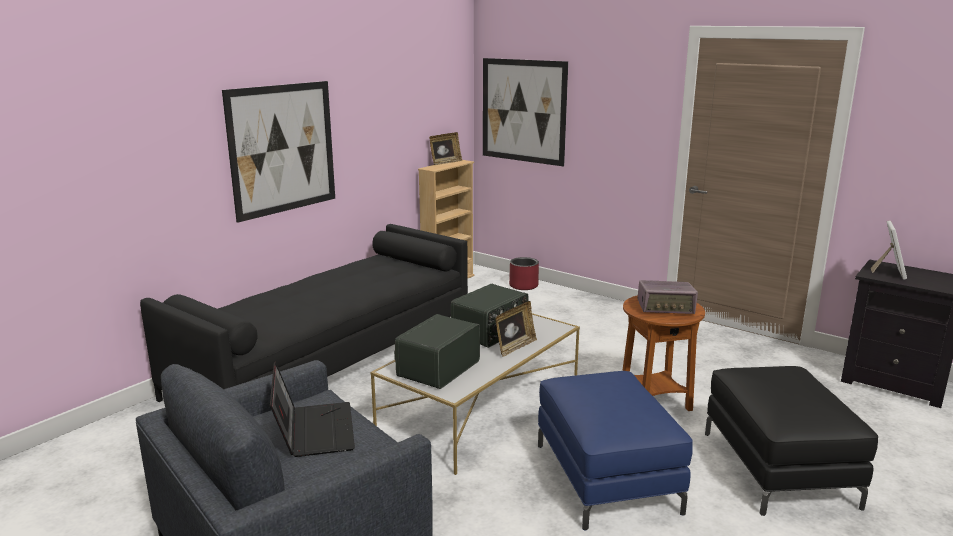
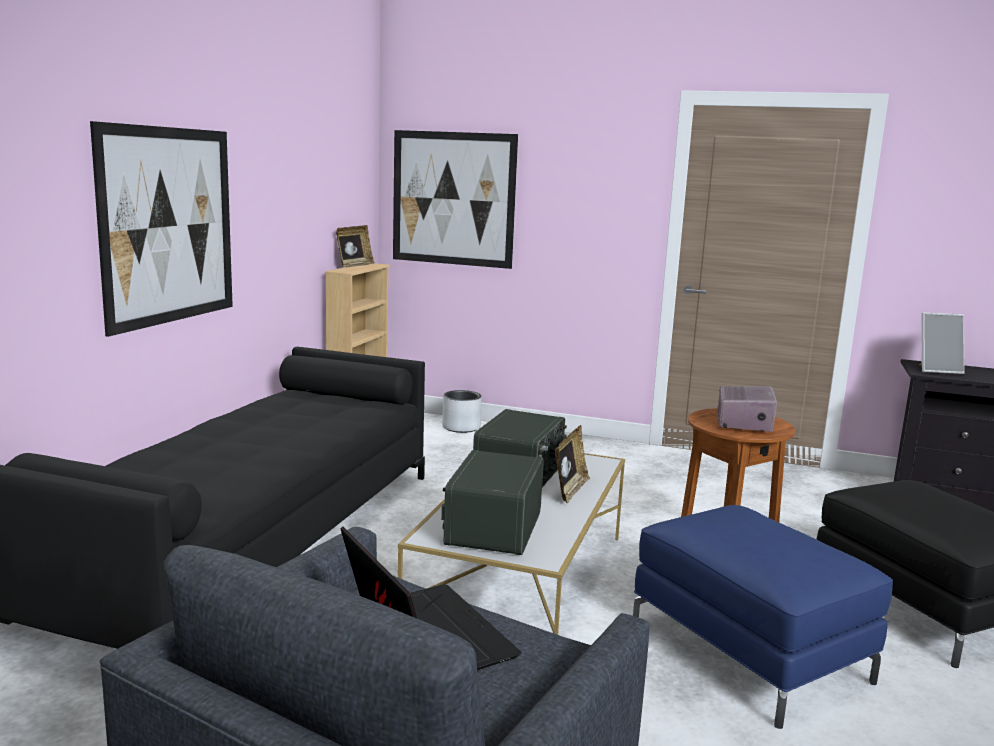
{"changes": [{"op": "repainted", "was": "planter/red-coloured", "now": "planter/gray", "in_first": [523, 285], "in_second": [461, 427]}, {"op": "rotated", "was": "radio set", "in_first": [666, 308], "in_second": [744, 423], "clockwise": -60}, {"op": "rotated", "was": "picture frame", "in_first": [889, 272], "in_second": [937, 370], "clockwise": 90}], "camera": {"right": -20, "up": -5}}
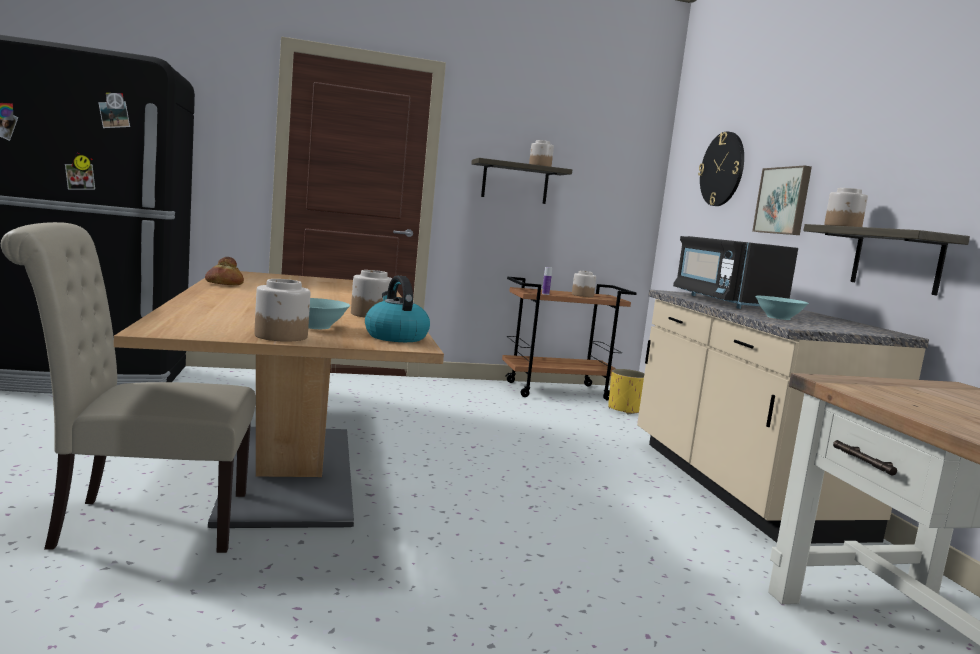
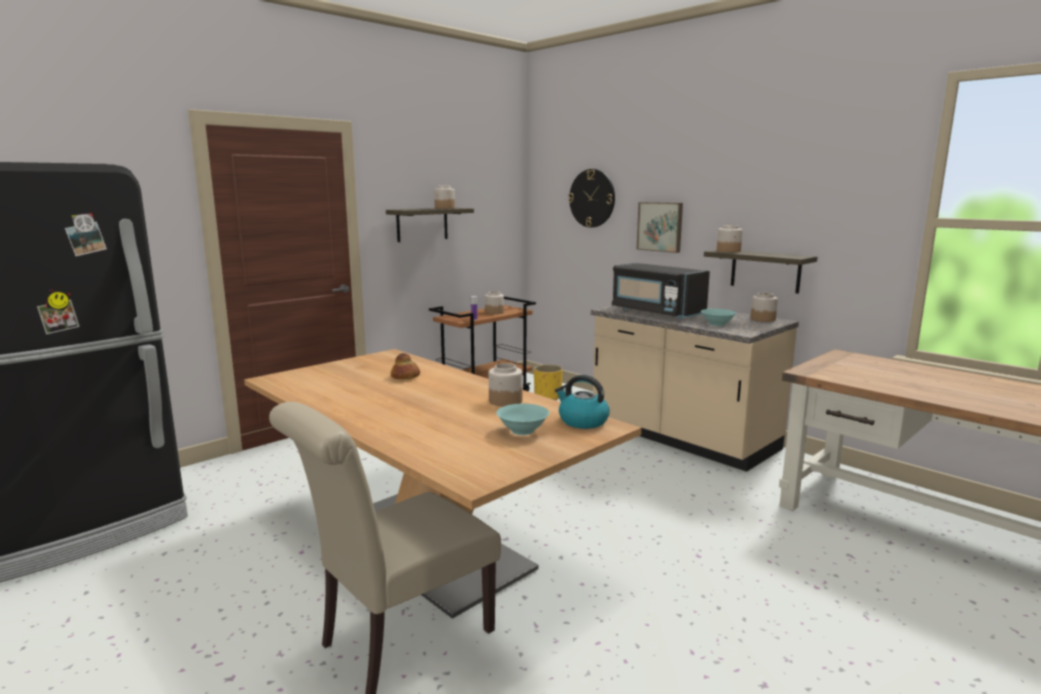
{"changes": [{"op": "shifted", "was": "baked bread", "in_first": [224, 284], "in_second": [405, 377]}, {"op": "shifted", "was": "jar", "in_first": [282, 336], "in_second": [762, 319]}], "camera": {"right": -30, "up": 5}}
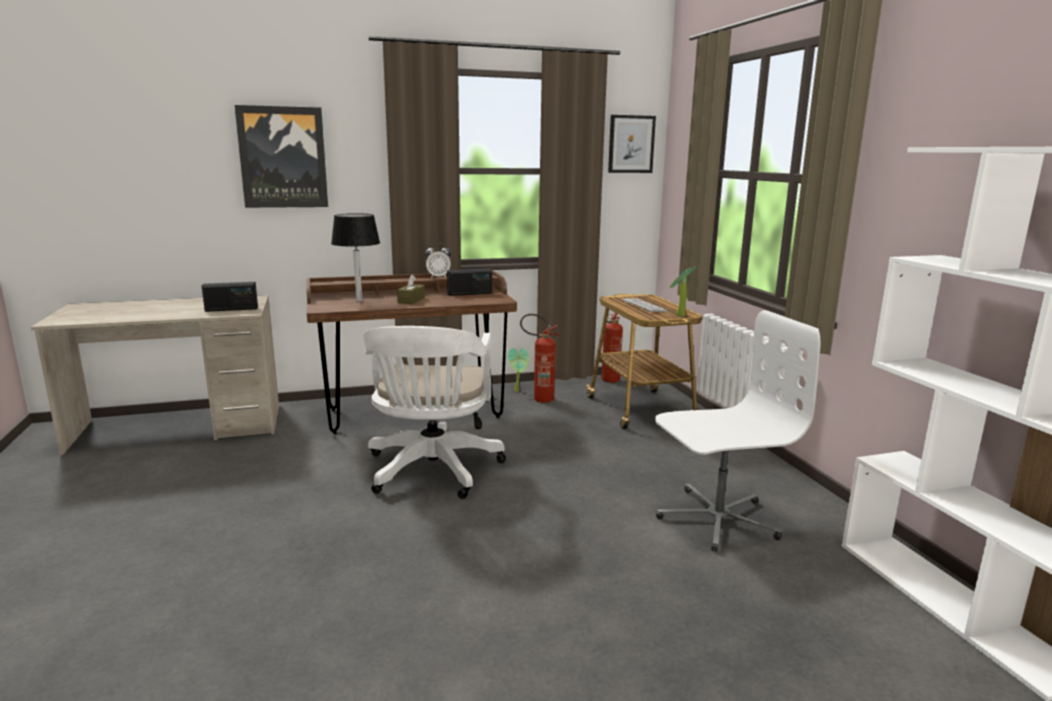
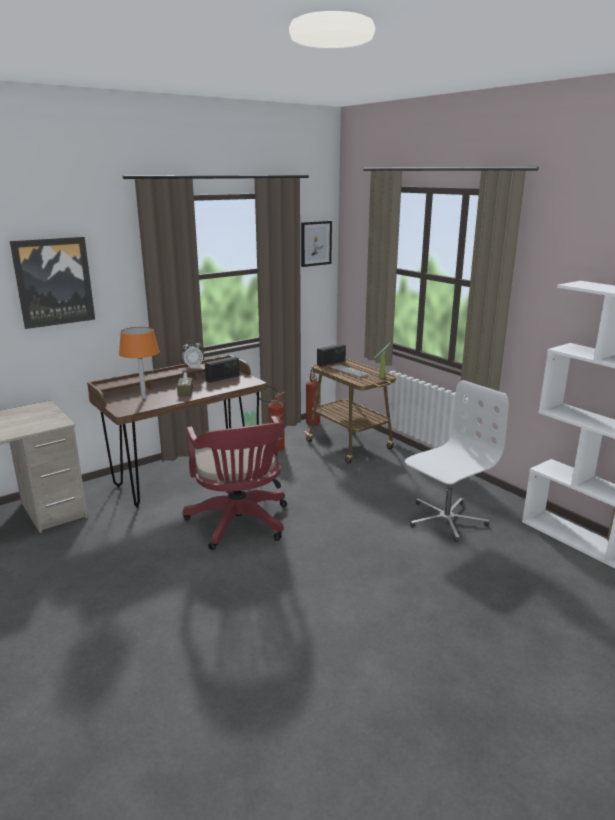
{"changes": [{"op": "shifted", "was": "radio set", "in_first": [231, 309], "in_second": [331, 363]}, {"op": "repainted", "was": "tabletop lamp/blackish", "now": "tabletop lamp/orange-coloured", "in_first": [359, 301], "in_second": [144, 398]}, {"op": "repainted", "was": "desk chair/white-coloured", "now": "desk chair/red-coloured", "in_first": [432, 472], "in_second": [240, 524]}], "camera": {"right": -20, "up": 5}}
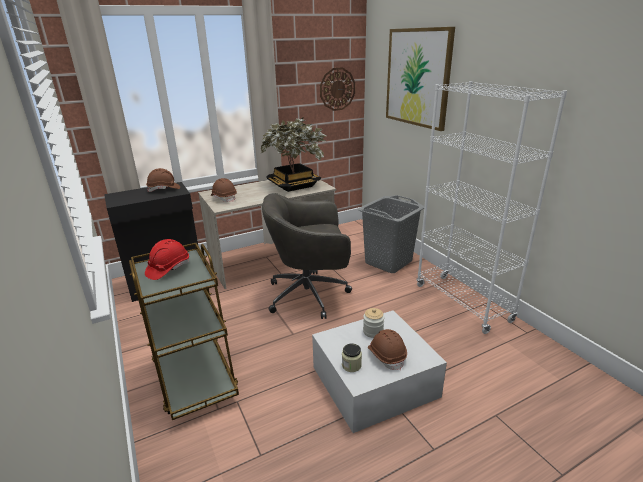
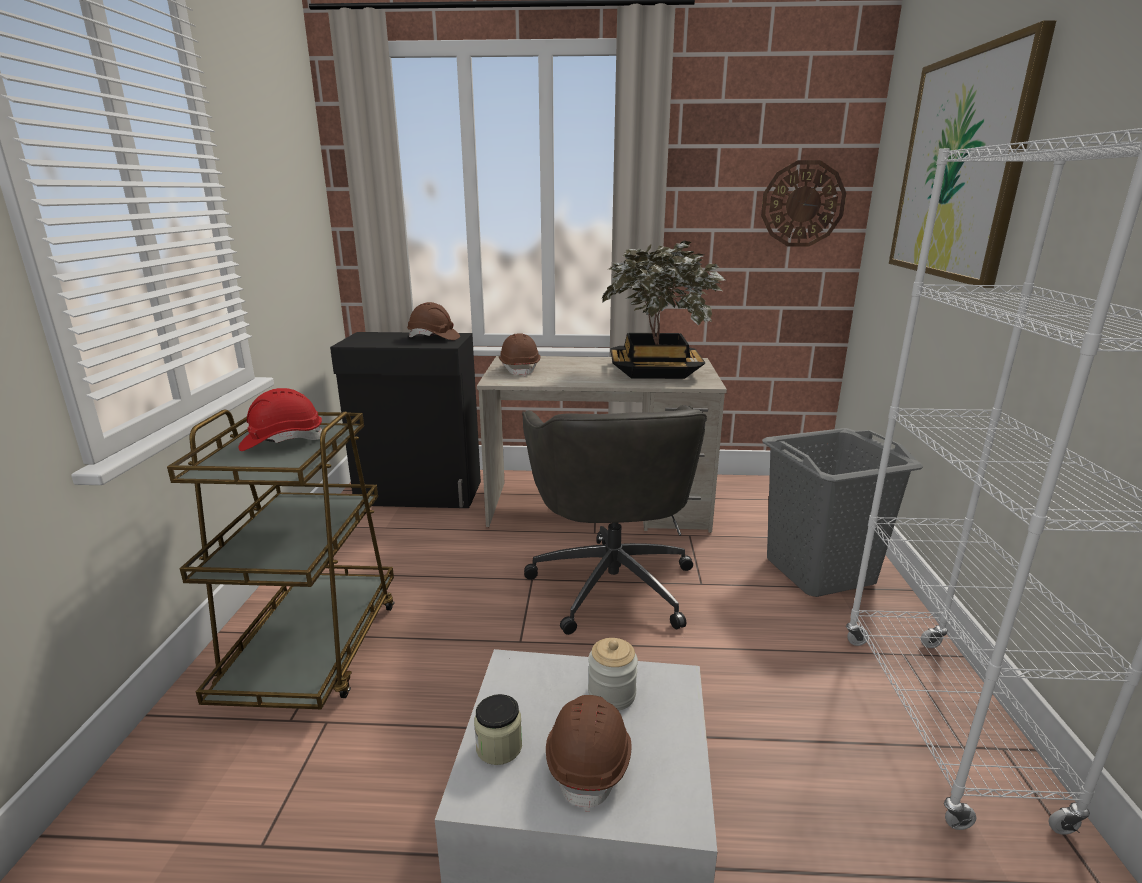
{"changes": [{"op": "rotated", "was": "desk chair/gray", "in_first": [310, 294], "in_second": [612, 582], "clockwise": -120}], "camera": {"right": 30, "up": -5}}
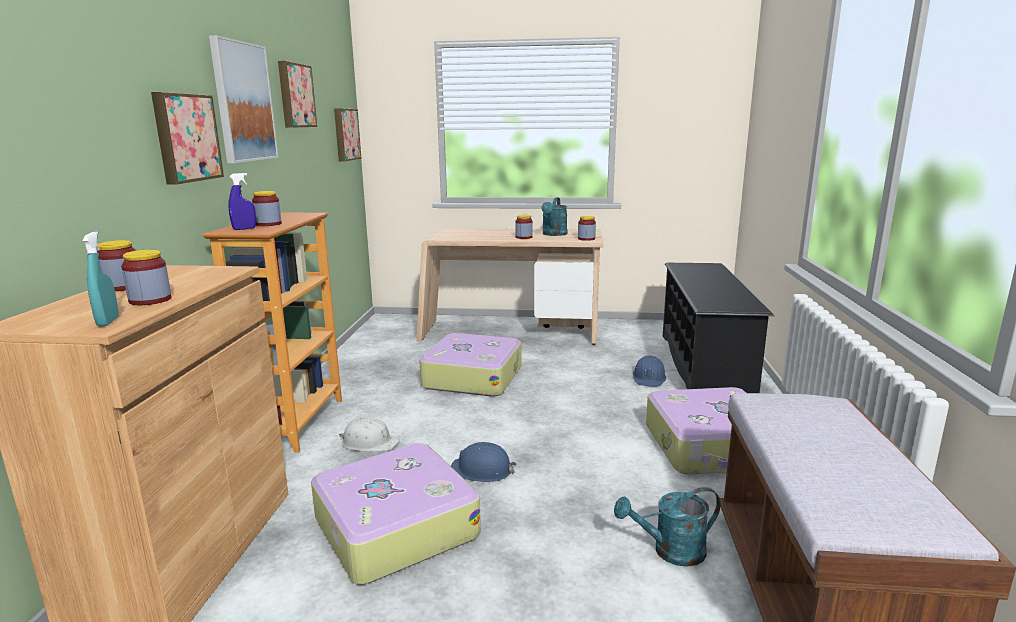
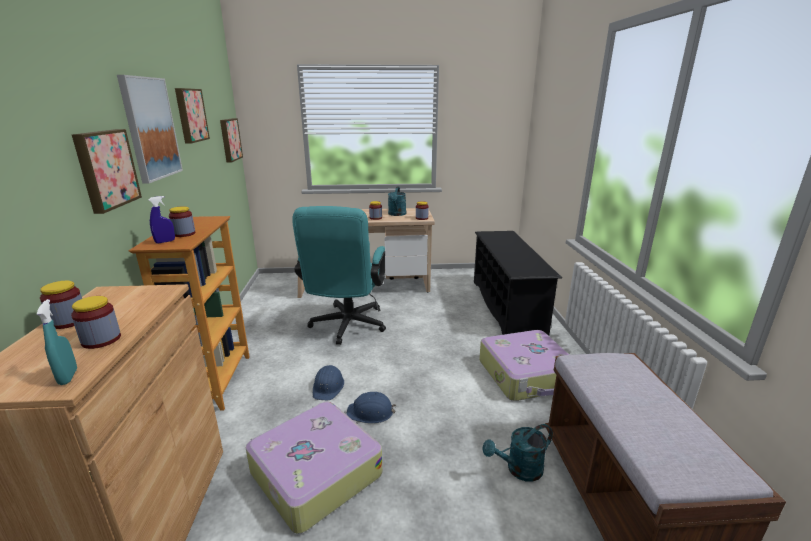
{"changes": [{"op": "gone", "was": "work helmet/white-coloured", "in_first": [369, 442]}, {"op": "swapped", "was": "suitcase", "now": "desk chair/blue-green", "in_first": [472, 377], "in_second": [346, 327]}, {"op": "shifted", "was": "work helmet/blue", "in_first": [649, 378], "in_second": [328, 386]}], "camera": {"right": -10, "up": 5}}
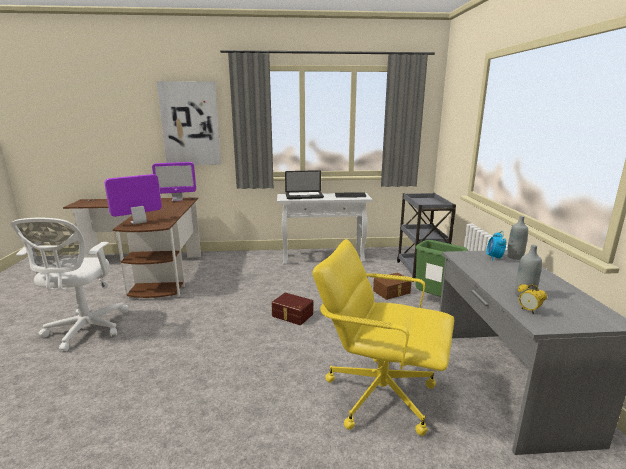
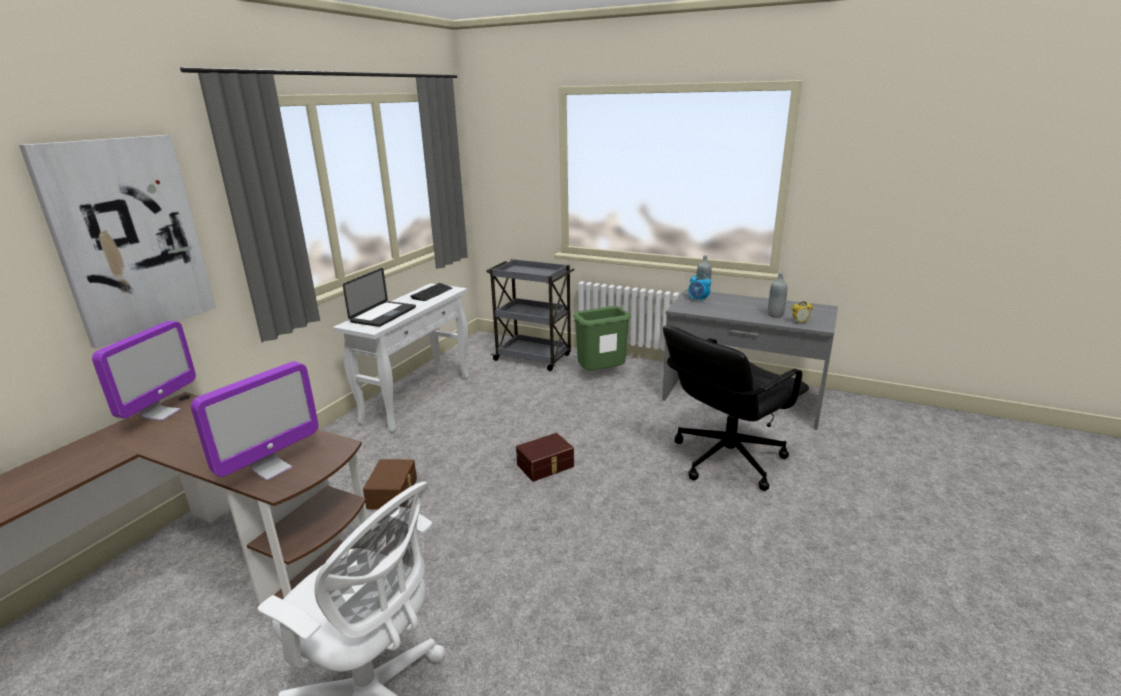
{"changes": [{"op": "rotated", "was": "computer screen", "in_first": [138, 222], "in_second": [271, 469], "clockwise": -135}, {"op": "repainted", "was": "desk chair/yellow-coloured", "now": "desk chair/blackish", "in_first": [379, 394], "in_second": [726, 458]}, {"op": "shifted", "was": "storage box/brownish", "in_first": [392, 292], "in_second": [394, 493]}], "camera": {"right": -60, "up": 5}}
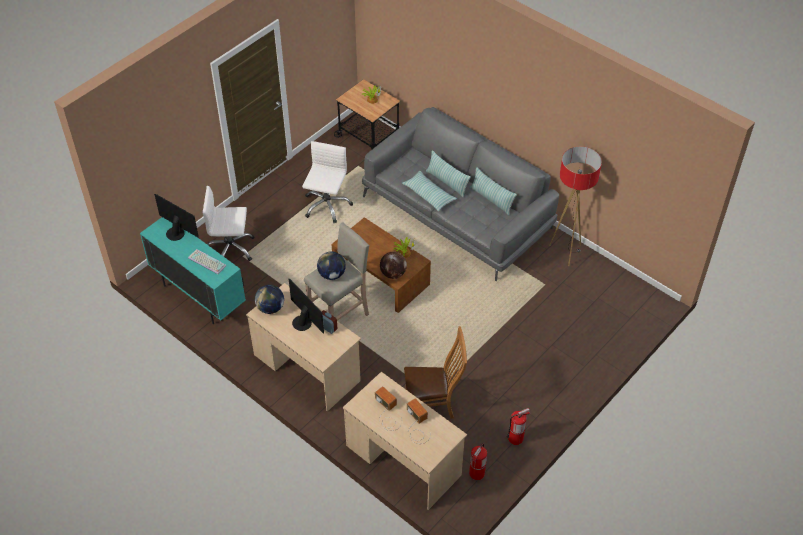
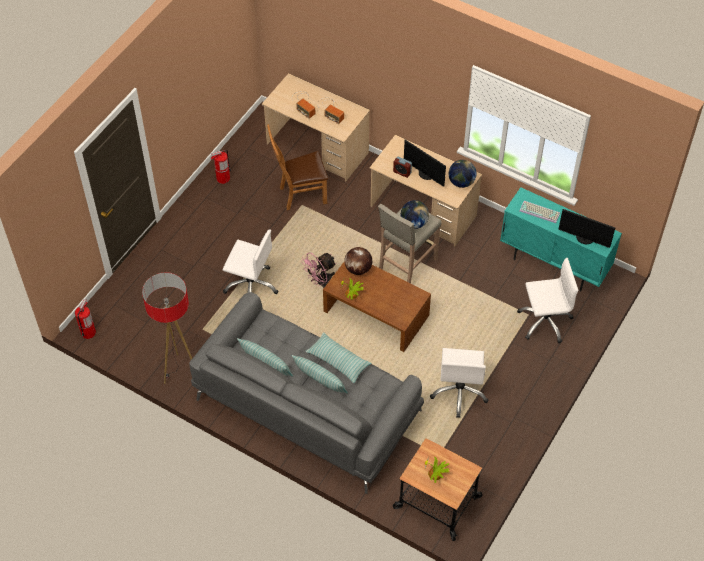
{"changes": [{"op": "shifted", "was": "fire-fighting cylinder", "in_first": [477, 473], "in_second": [88, 332]}, {"op": "new", "now": "desk chair/white-coloured", "in_second": [251, 285]}, {"op": "new", "now": "electric fan/pinkish", "in_second": [320, 282]}], "camera": {"right": 170, "up": 5}}
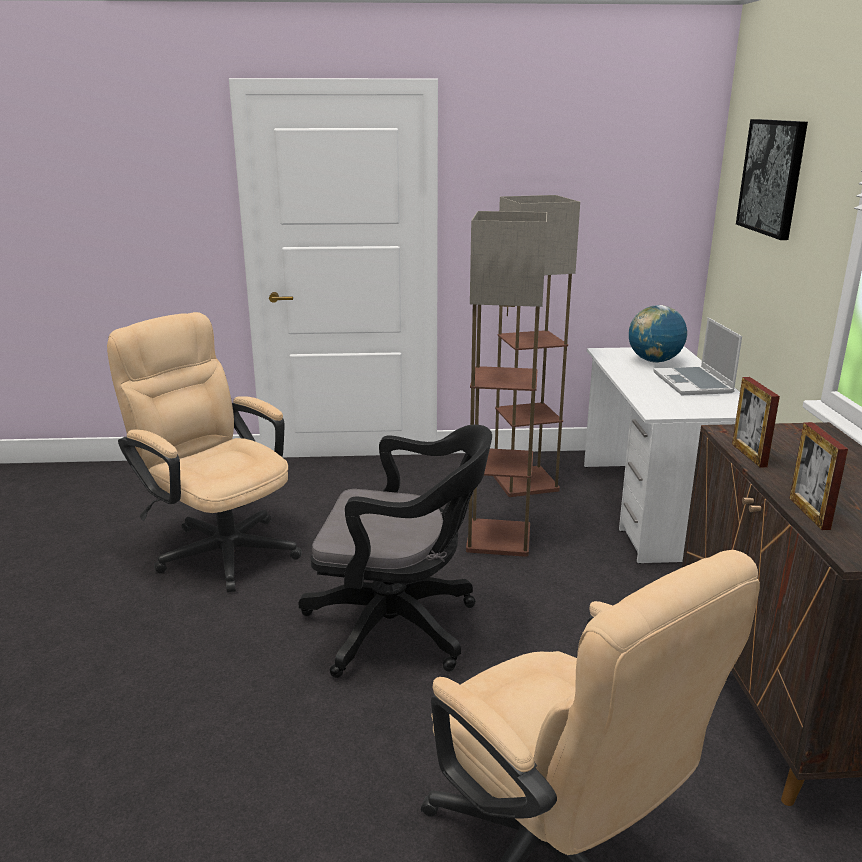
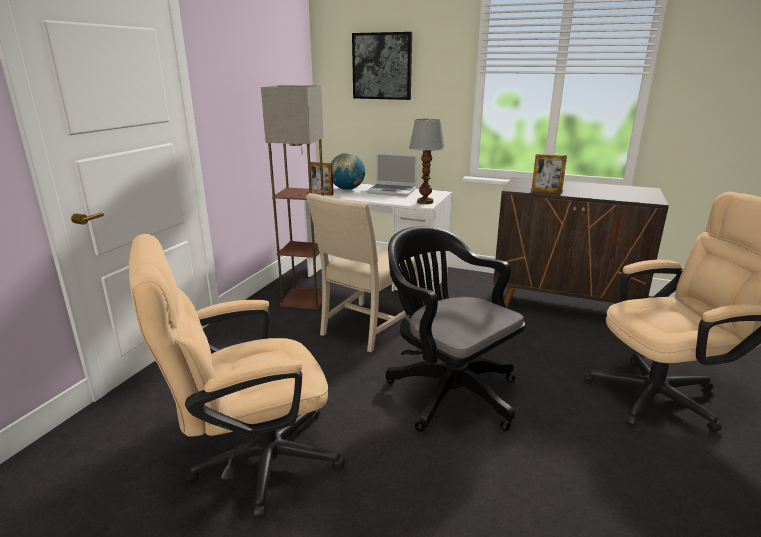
{"changes": [{"op": "rotated", "was": "desk chair/blackish", "in_first": [400, 627], "in_second": [447, 391], "clockwise": -75}, {"op": "swapped", "was": "floor lamp", "now": "chair/beige", "in_first": [497, 538], "in_second": [366, 327]}, {"op": "shifted", "was": "picture frame", "in_first": [809, 513], "in_second": [321, 194]}, {"op": "new", "now": "tabletop lamp", "in_second": [424, 202]}], "camera": {"right": -65, "up": 0}}
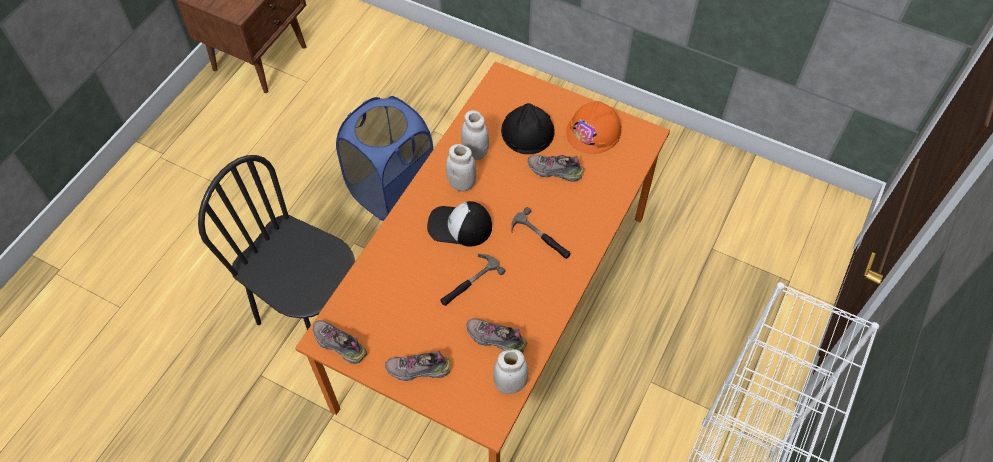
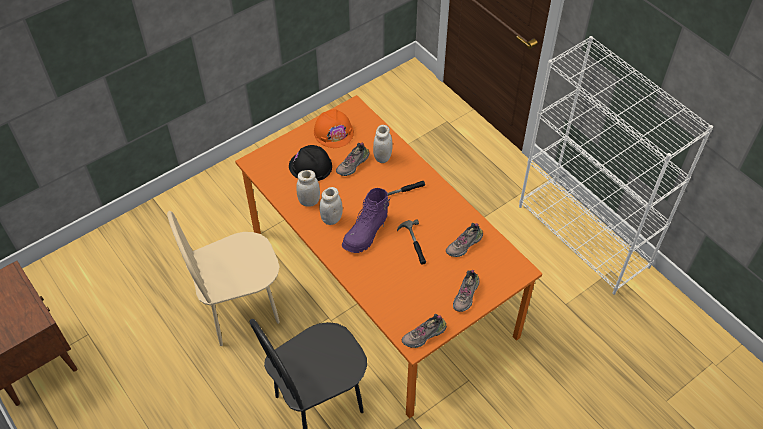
{"changes": [{"op": "swapped", "was": "washing basket/blue", "now": "chair/beige", "in_first": [392, 190], "in_second": [241, 310]}, {"op": "swapped", "was": "peaked cap", "now": "tall boot/purple-coloured", "in_first": [459, 226], "in_second": [366, 233]}, {"op": "shifted", "was": "jar/white-coloured", "in_first": [510, 384], "in_second": [382, 157]}], "camera": {"right": -65, "up": -5}}
